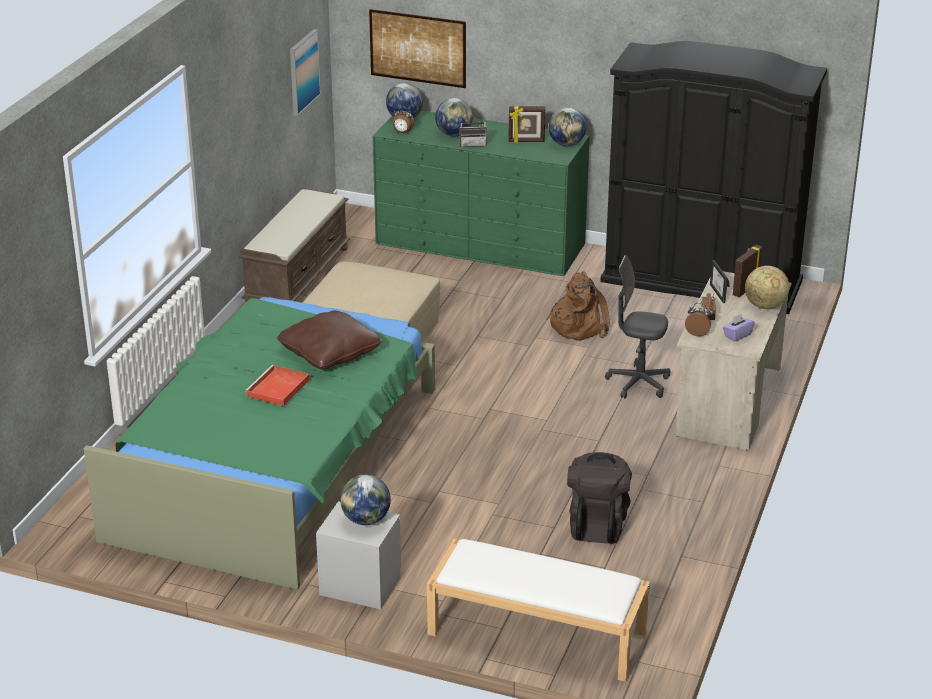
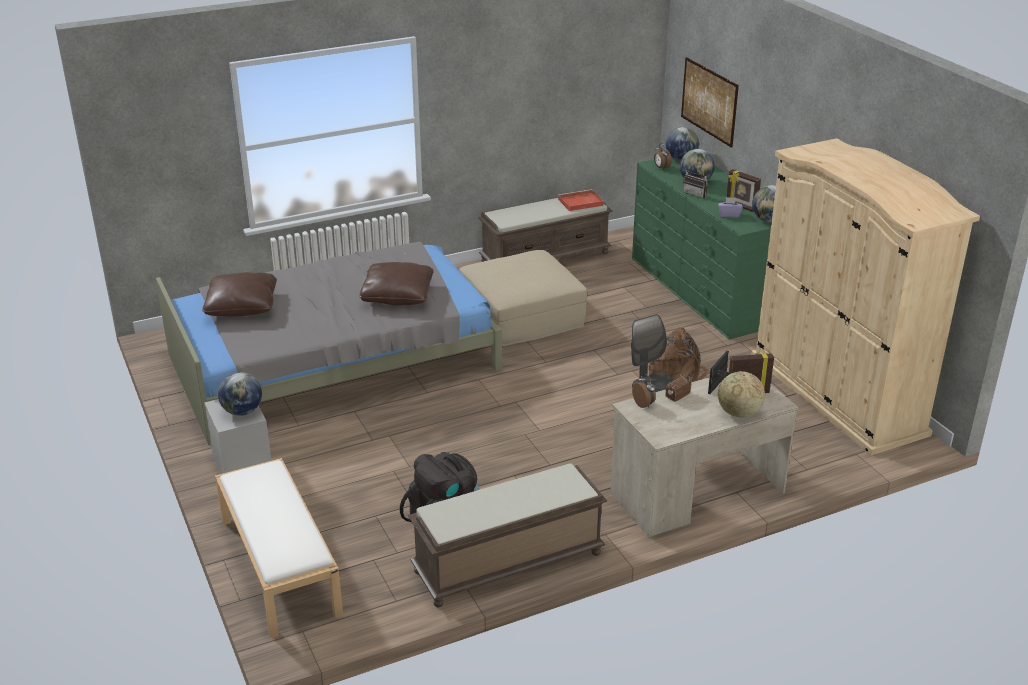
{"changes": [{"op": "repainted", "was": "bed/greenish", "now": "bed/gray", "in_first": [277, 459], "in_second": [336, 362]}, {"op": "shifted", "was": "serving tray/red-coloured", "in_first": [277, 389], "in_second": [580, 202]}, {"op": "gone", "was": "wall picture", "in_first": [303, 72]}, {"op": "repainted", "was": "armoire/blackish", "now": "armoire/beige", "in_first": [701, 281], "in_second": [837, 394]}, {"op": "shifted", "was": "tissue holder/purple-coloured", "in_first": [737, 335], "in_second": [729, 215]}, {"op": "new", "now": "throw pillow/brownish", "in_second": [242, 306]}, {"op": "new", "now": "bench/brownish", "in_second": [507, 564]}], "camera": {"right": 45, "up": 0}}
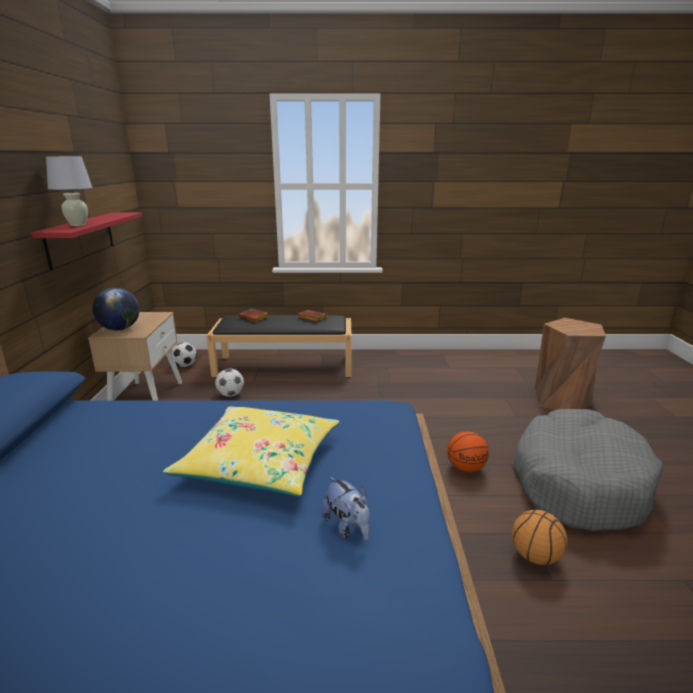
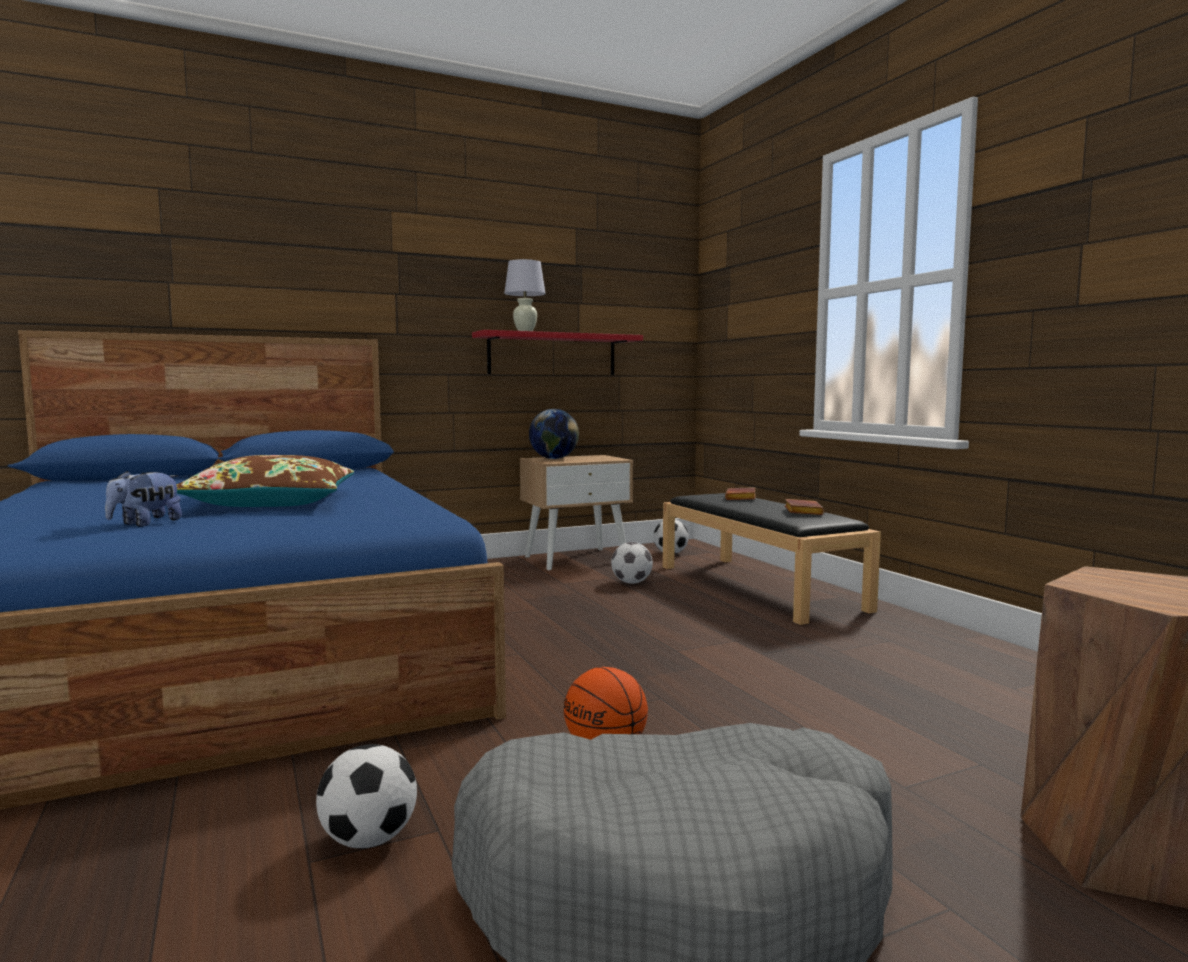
{"changes": [{"op": "repainted", "was": "throw pillow/yellow-coloured", "now": "throw pillow/brownish", "in_first": [260, 462], "in_second": [273, 502]}, {"op": "swapped", "was": "ball for basketball", "now": "football ball", "in_first": [535, 557], "in_second": [368, 840]}], "camera": {"right": 65, "up": -15}}
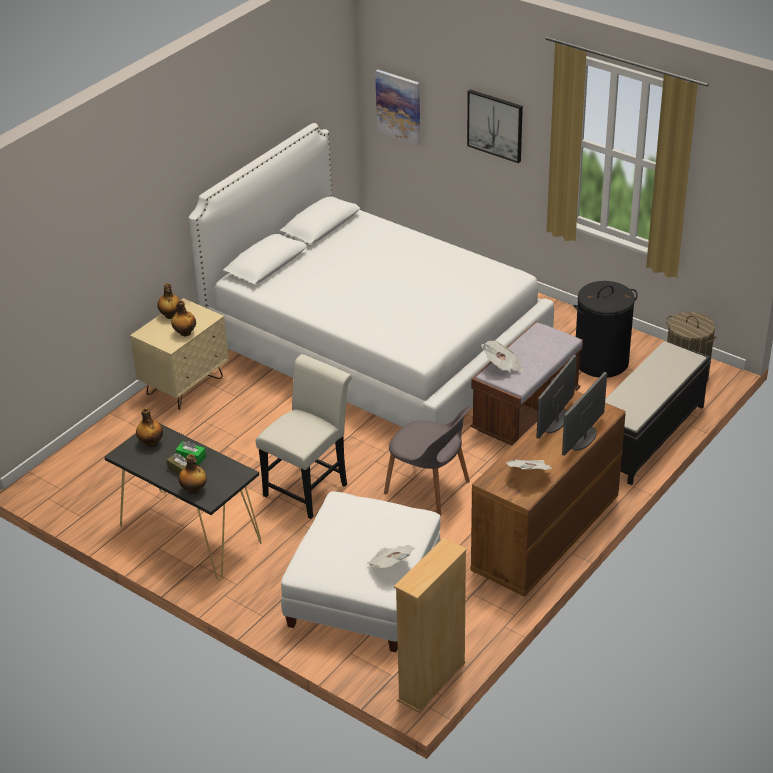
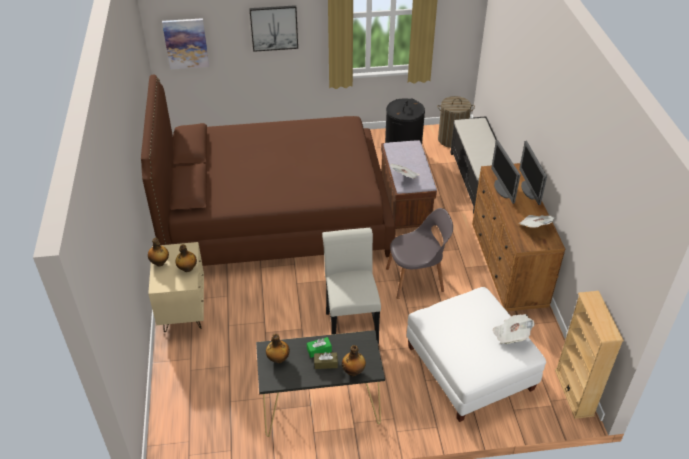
{"changes": [{"op": "repainted", "was": "bed/white-coloured", "now": "bed/brownish", "in_first": [376, 349], "in_second": [274, 214]}], "camera": {"right": -45, "up": 5}}
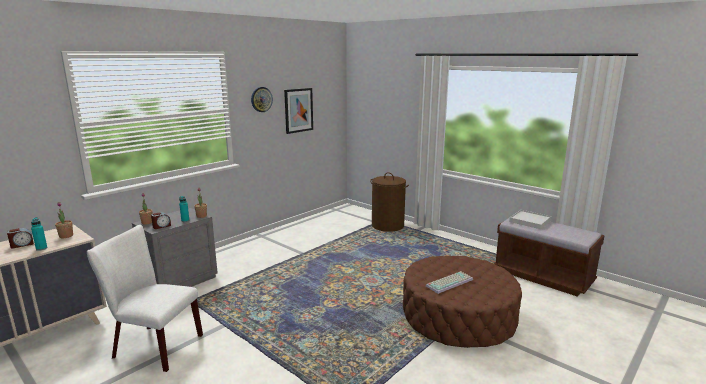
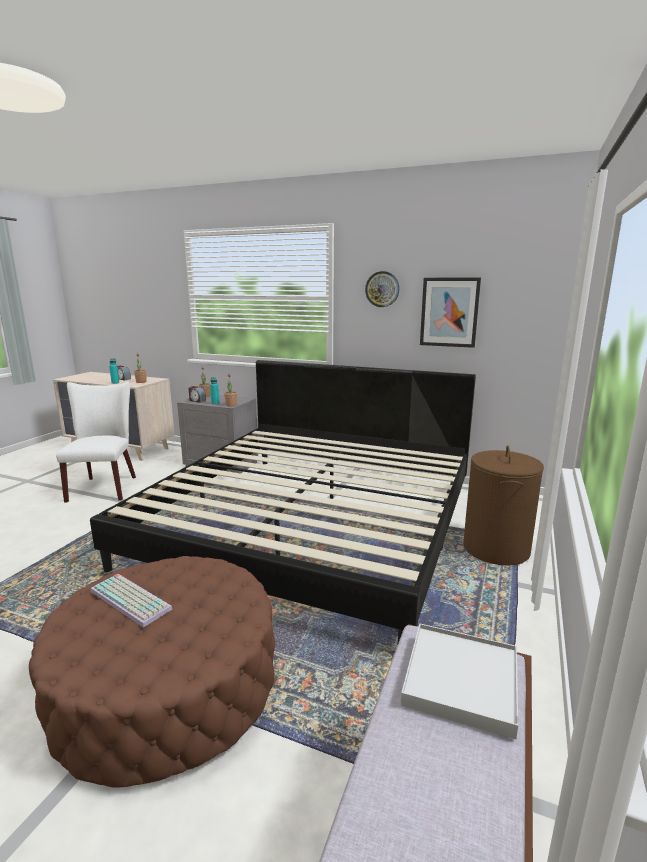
{"changes": [{"op": "new", "now": "bed", "in_second": [311, 525]}], "camera": {"right": 70, "up": 0}}
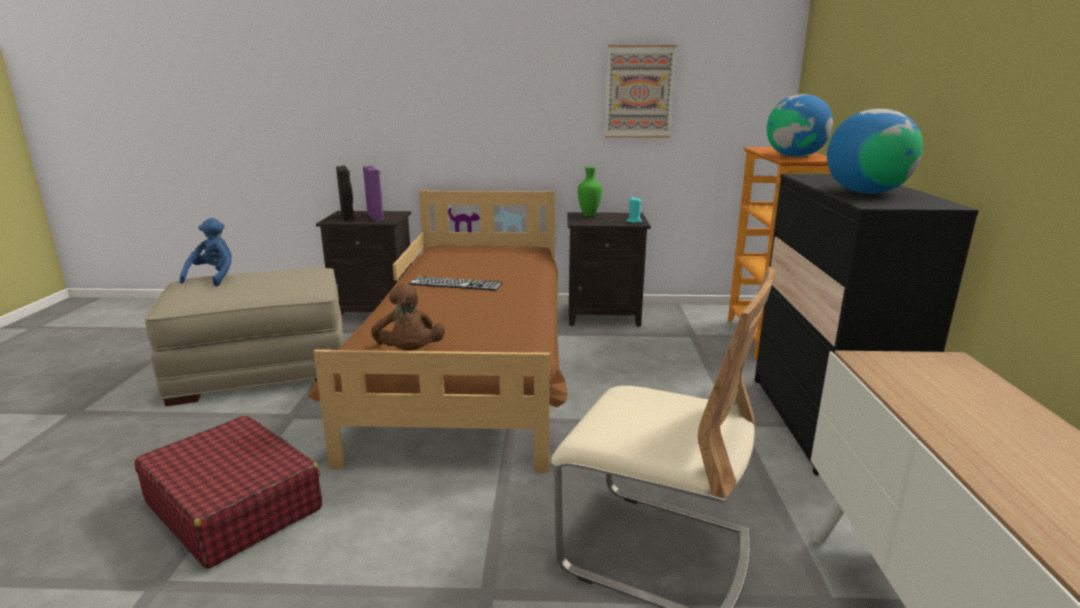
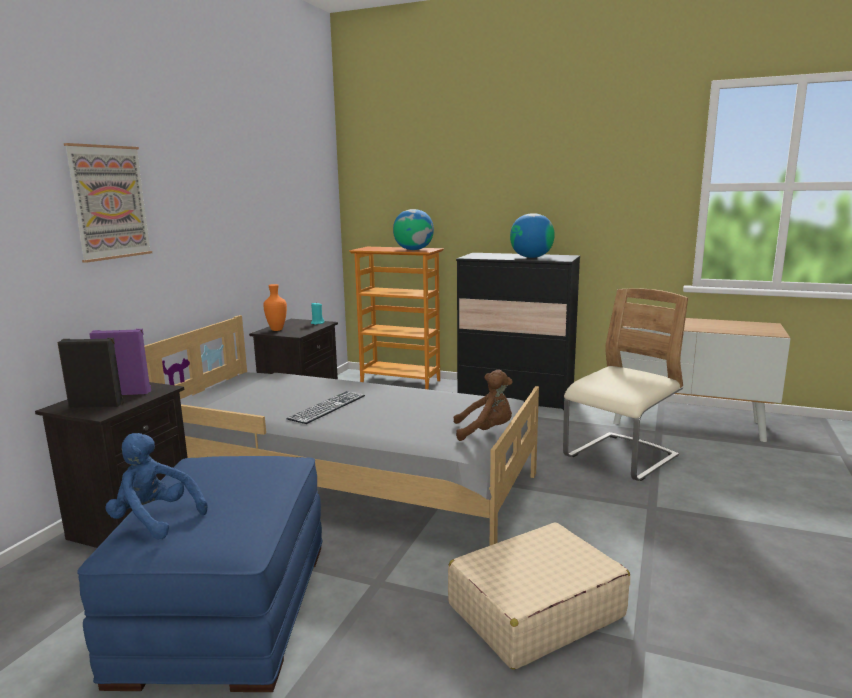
{"changes": [{"op": "repainted", "was": "suitcase/red-coloured", "now": "suitcase/beige", "in_first": [234, 505], "in_second": [534, 610]}, {"op": "repainted", "was": "pouffe/beige", "now": "pouffe/blue", "in_first": [263, 369], "in_second": [227, 608]}, {"op": "repainted", "was": "bed/brownish", "now": "bed/gray", "in_first": [473, 366], "in_second": [348, 480]}, {"op": "repainted", "was": "flower vase/greenish", "now": "flower vase/orange-coloured", "in_first": [589, 216], "in_second": [277, 329]}, {"op": "shifted", "was": "wall picture", "in_first": [639, 92], "in_second": [109, 202]}], "camera": {"right": -70, "up": -5}}
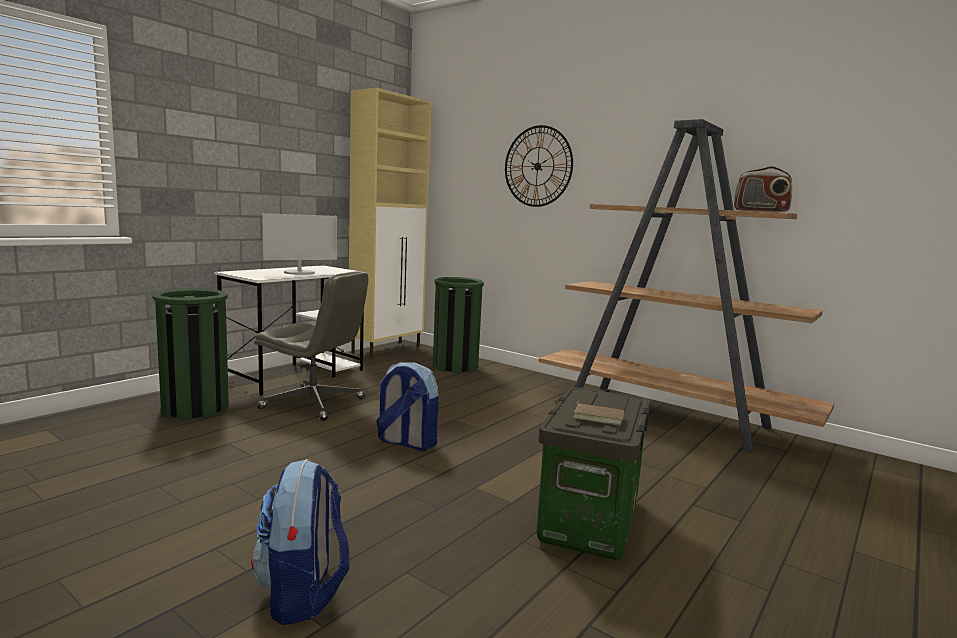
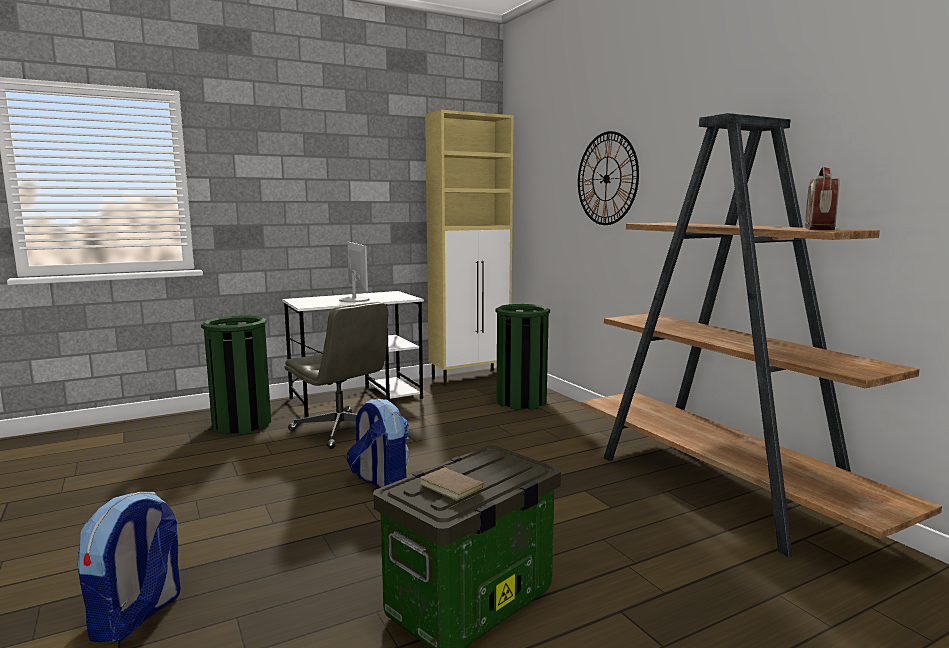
{"changes": [{"op": "rotated", "was": "computer screen", "in_first": [299, 272], "in_second": [354, 300], "clockwise": -105}, {"op": "rotated", "was": "radio set", "in_first": [760, 211], "in_second": [818, 229], "clockwise": 75}], "camera": {"right": 25, "up": 0}}
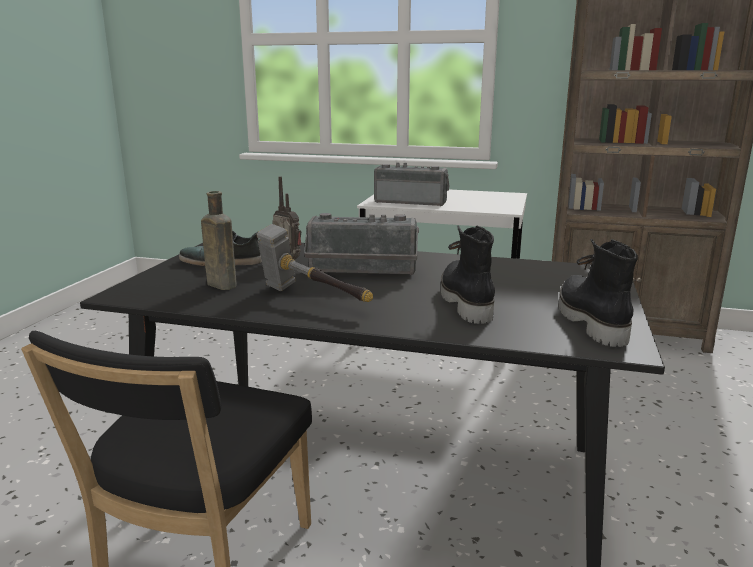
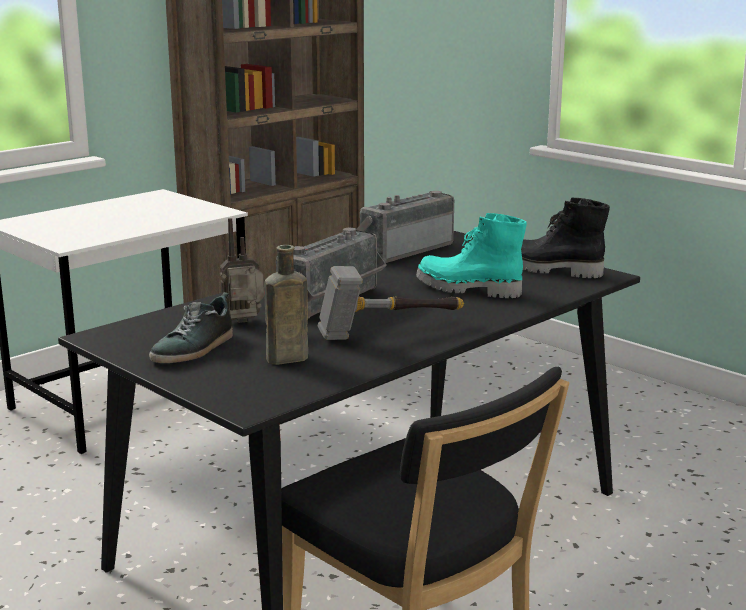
{"changes": [{"op": "shifted", "was": "radio set", "in_first": [411, 202], "in_second": [403, 250]}, {"op": "repainted", "was": "tall boot/blackish", "now": "tall boot/blue-green", "in_first": [464, 302], "in_second": [467, 289]}], "camera": {"right": -60, "up": 0}}
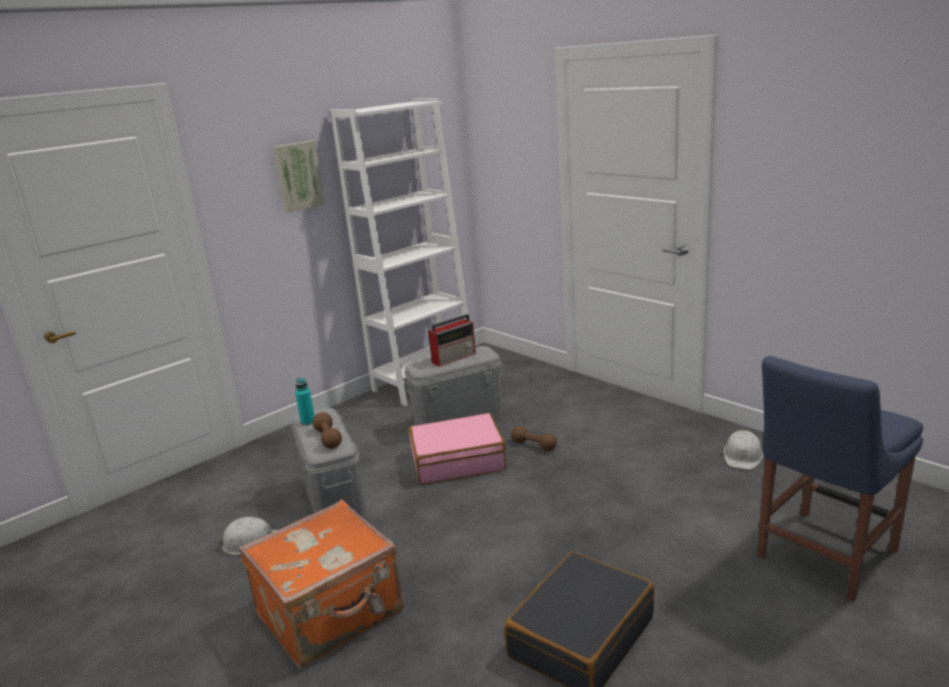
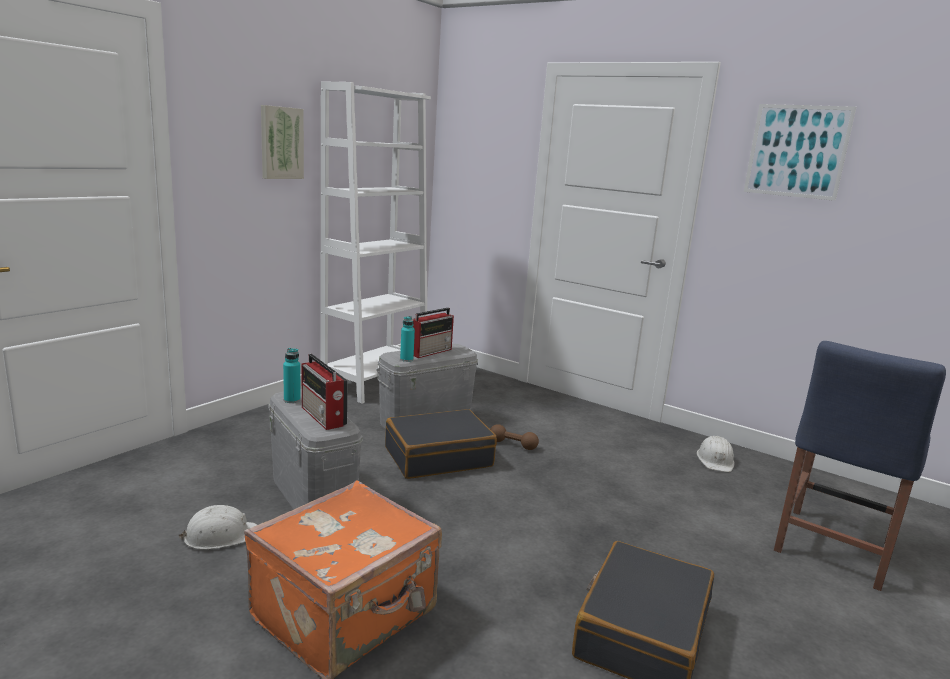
{"changes": [{"op": "swapped", "was": "hand weight/brownish", "now": "radio set", "in_first": [328, 438], "in_second": [323, 417]}, {"op": "repainted", "was": "suitcase/pinkish", "now": "suitcase/blackish", "in_first": [457, 461], "in_second": [438, 457]}, {"op": "new", "now": "beverage bottle/blue-green", "in_second": [406, 359]}, {"op": "new", "now": "wall picture", "in_second": [797, 151]}], "camera": {"right": -15, "up": -5}}
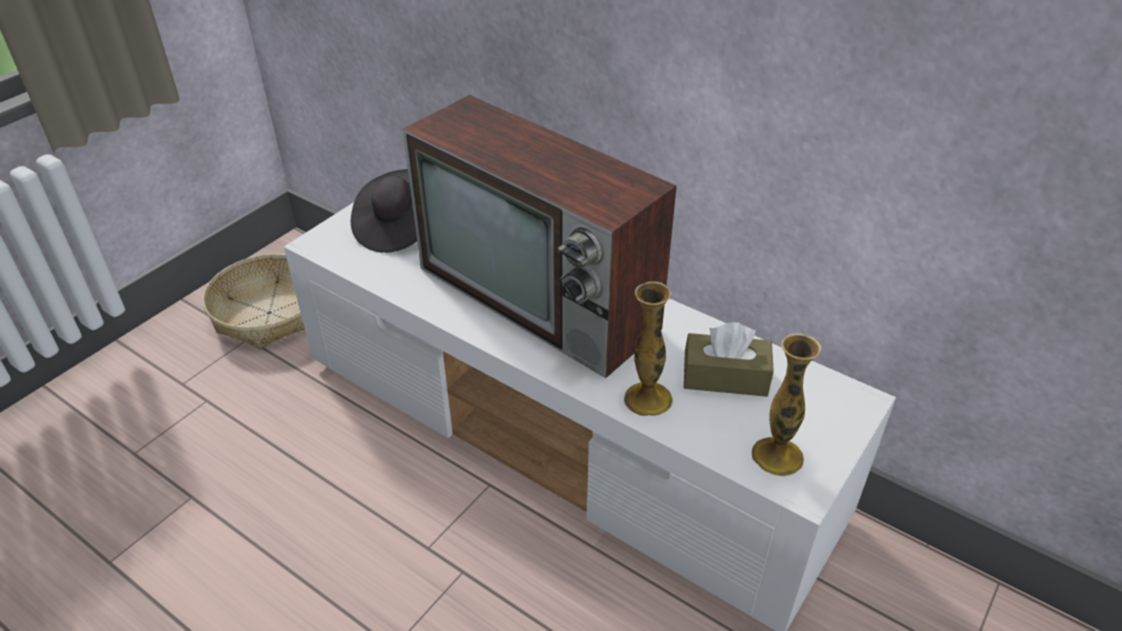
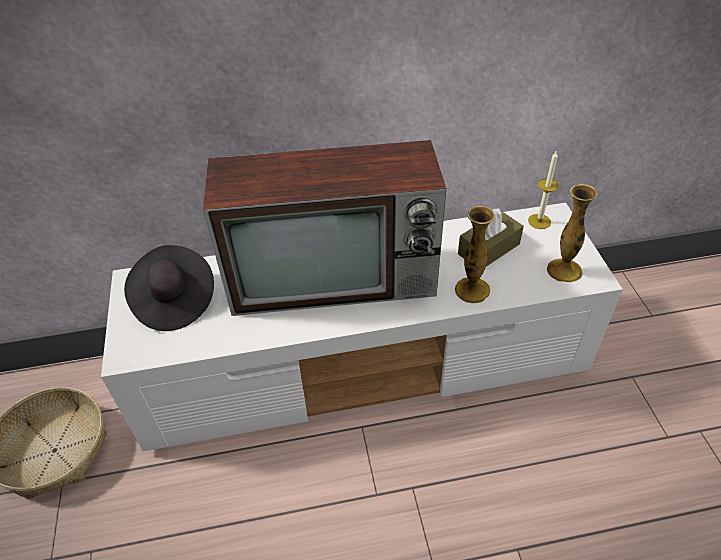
{"changes": [{"op": "new", "now": "candle", "in_second": [539, 221]}], "camera": {"right": -45, "up": 5}}
